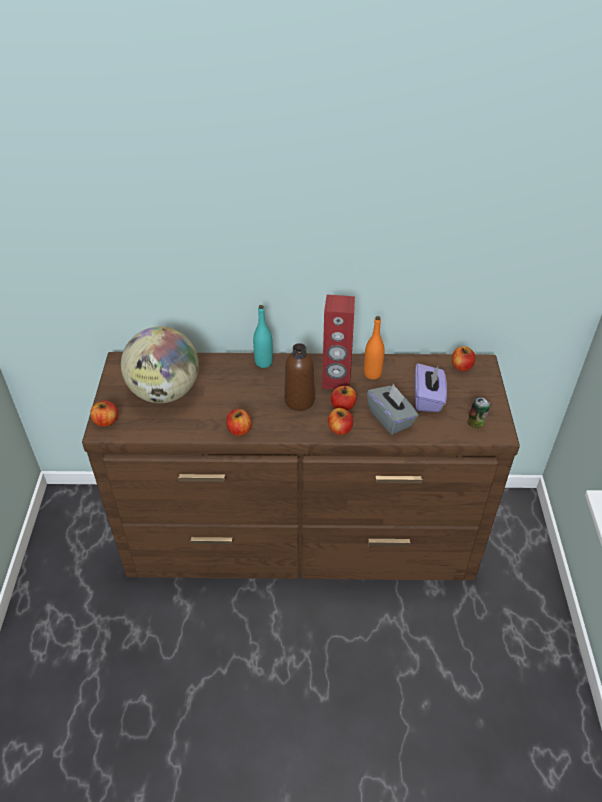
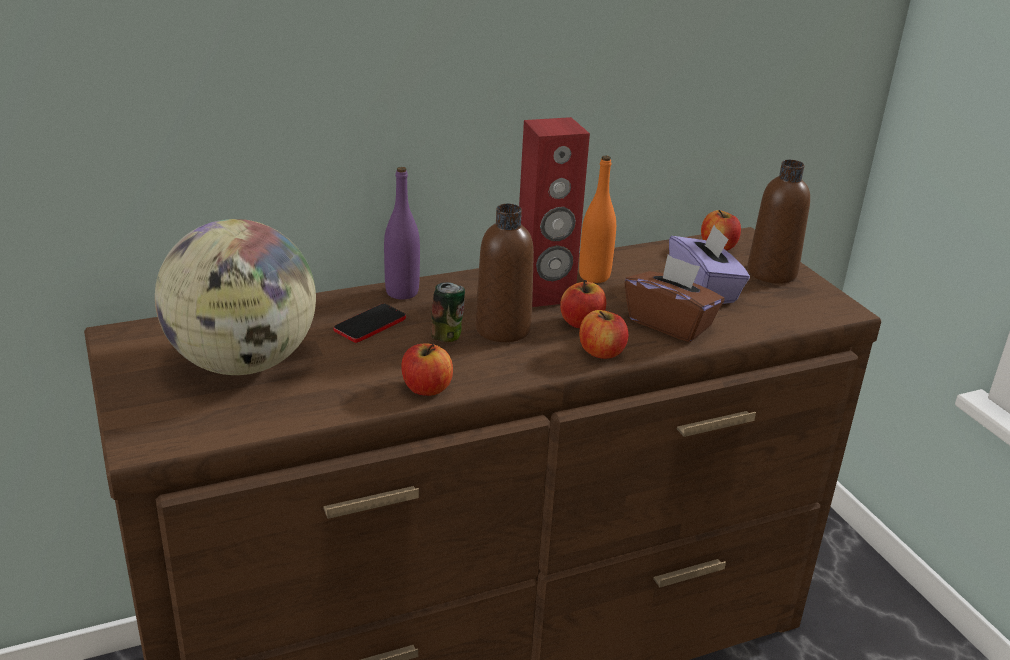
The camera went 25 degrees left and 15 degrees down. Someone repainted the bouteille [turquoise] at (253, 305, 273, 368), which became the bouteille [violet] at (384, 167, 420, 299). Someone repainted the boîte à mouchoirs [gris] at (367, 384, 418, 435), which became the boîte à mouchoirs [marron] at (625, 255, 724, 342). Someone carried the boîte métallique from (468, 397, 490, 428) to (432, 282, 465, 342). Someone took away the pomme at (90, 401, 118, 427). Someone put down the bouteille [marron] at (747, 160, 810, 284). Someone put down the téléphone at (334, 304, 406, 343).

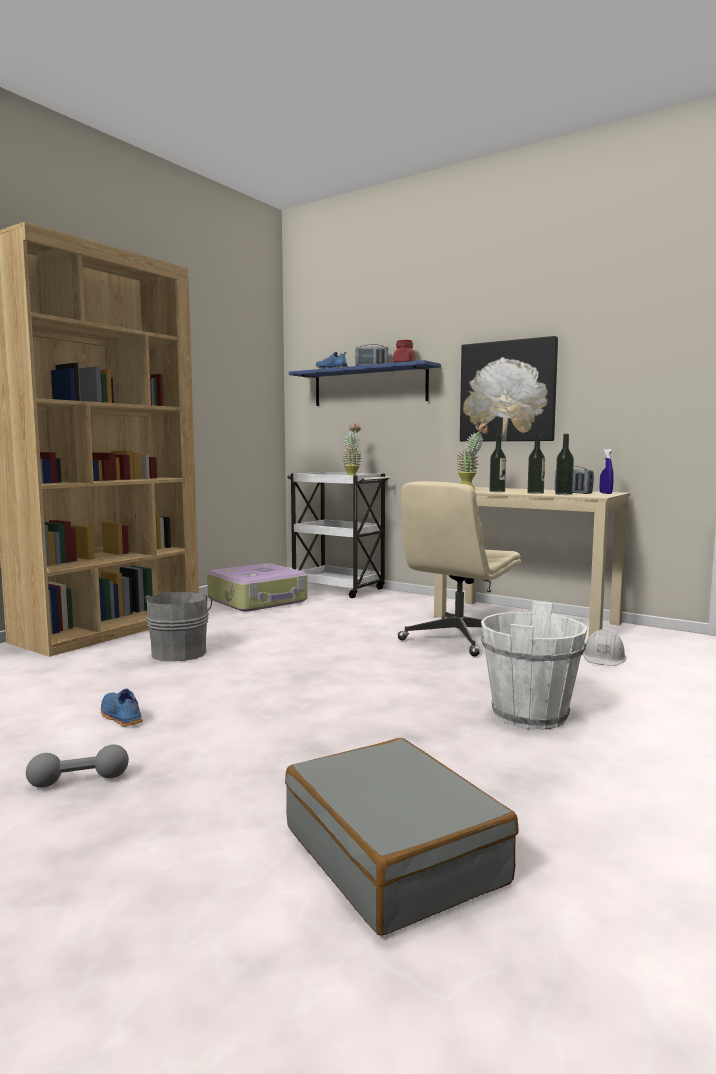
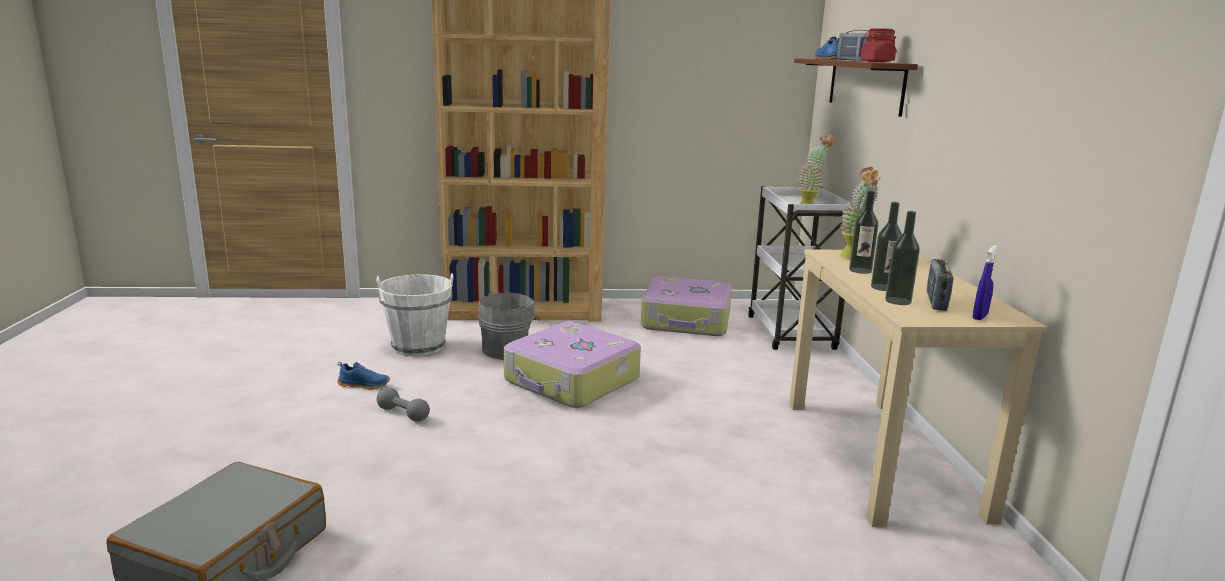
The camera went 50 degrees right and 10 degrees up. Someone took away the tableau at (460, 336, 558, 442). Someone repainted the étagère [bleu] at (289, 360, 441, 406), which became the étagère [marron] at (794, 58, 918, 117). Someone took away the chaise de bureau [beige] at (398, 481, 521, 657). Someone carried the seau [blanc] from (481, 601, 587, 730) to (376, 273, 454, 356). Someone took away the casque de chantier [blanc] at (583, 629, 626, 666). Someone rotated the chaussure [bleu] at (101, 689, 143, 727) by 90 degrees clockwise. Someone carried the haltère [gris] from (26, 745, 129, 788) to (377, 387, 430, 422). Someone put down the valise at (503, 321, 641, 408).

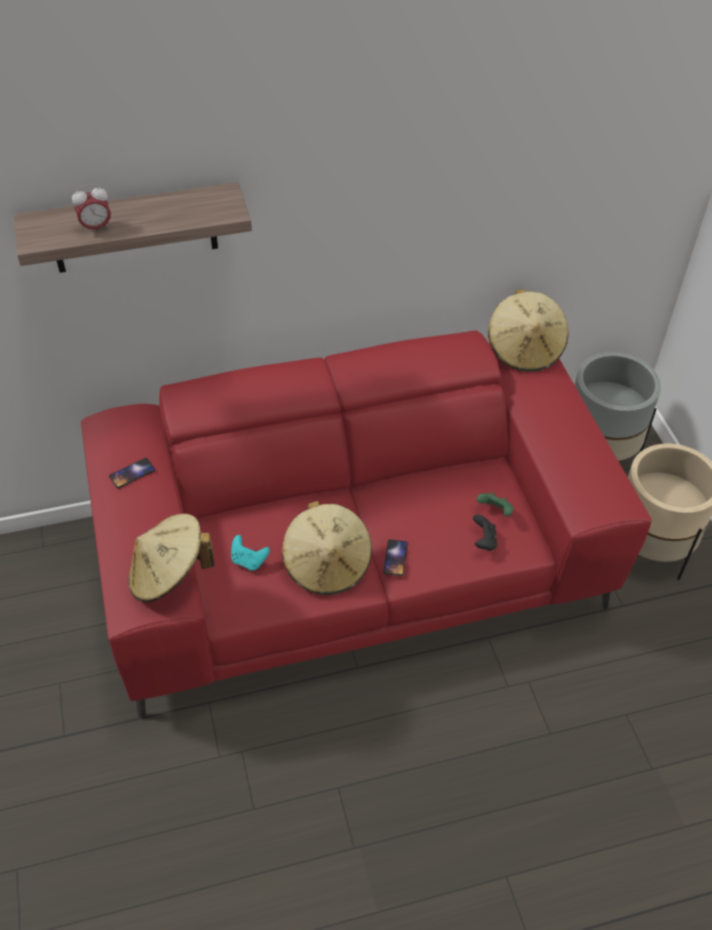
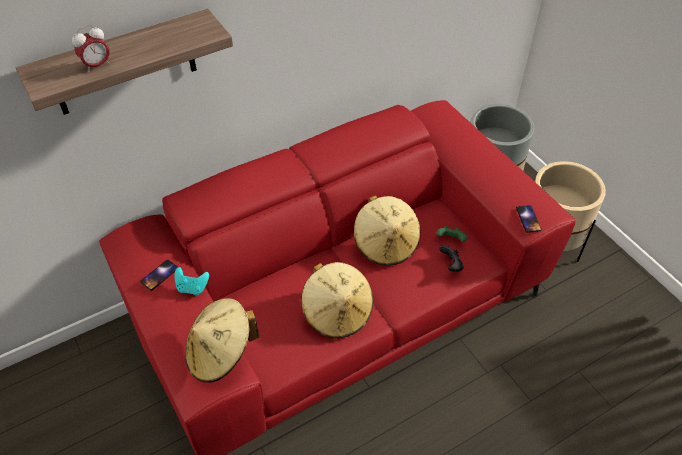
The camera went 15 degrees left and 0 degrees up. Someone carried the chapeau [beige] from (488, 289, 569, 372) to (354, 195, 421, 266). Someone carried the manette [turquoise] from (231, 535, 270, 570) to (175, 267, 209, 295). Someone carried the téléphone from (383, 539, 408, 576) to (516, 205, 542, 233).

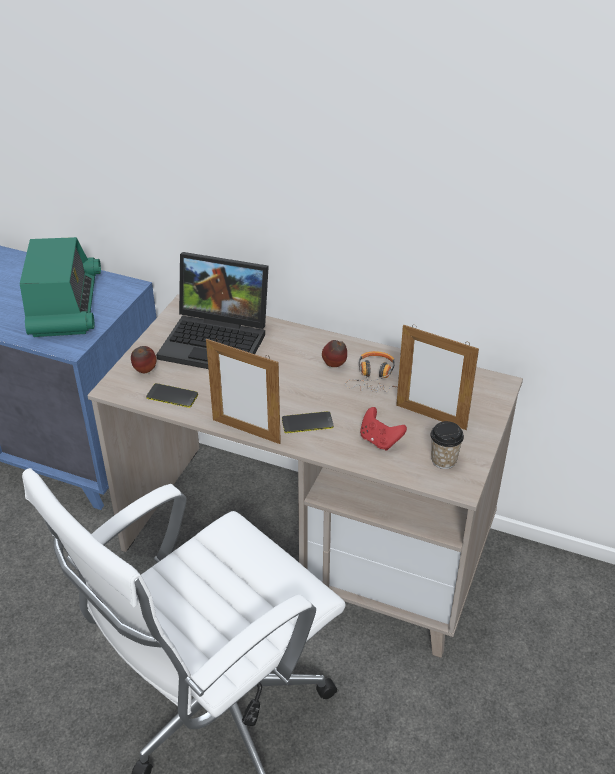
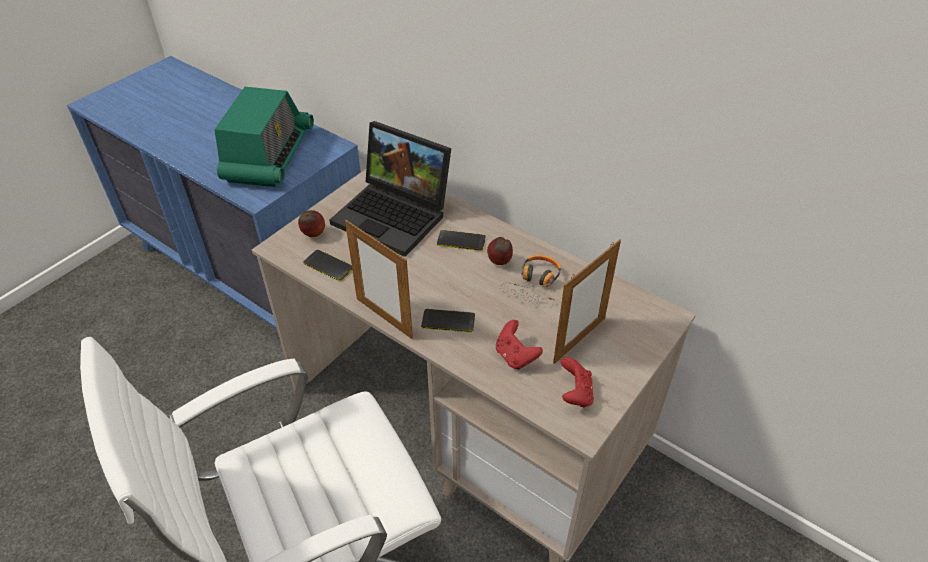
The camera went 15 degrees right and 5 degrees up. Someone rotated the cadre photo at (396, 324, 479, 430) by 90 degrees counterclockwise. Someone swapped the tasse at (431, 421, 464, 469) for the manette [rouge] at (561, 357, 594, 407). Someone put down the téléphone at (437, 230, 486, 251).

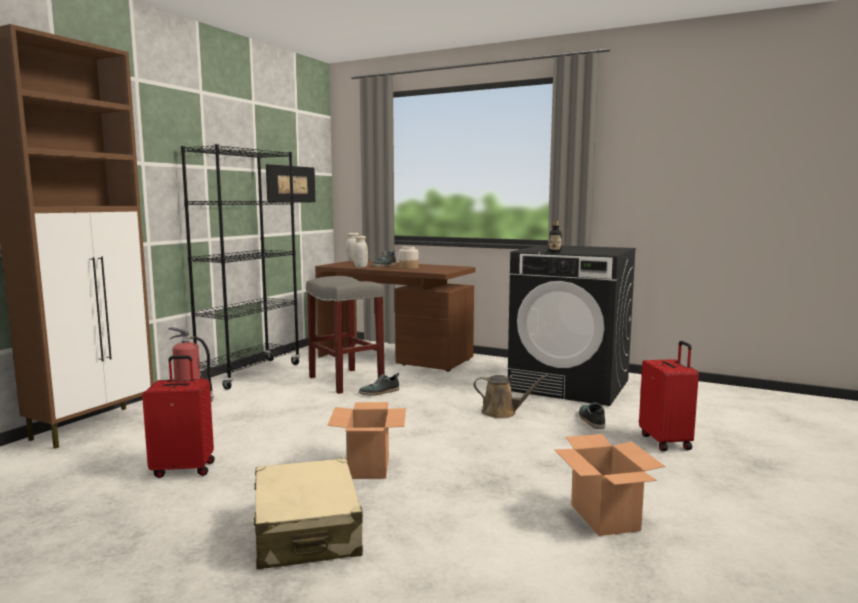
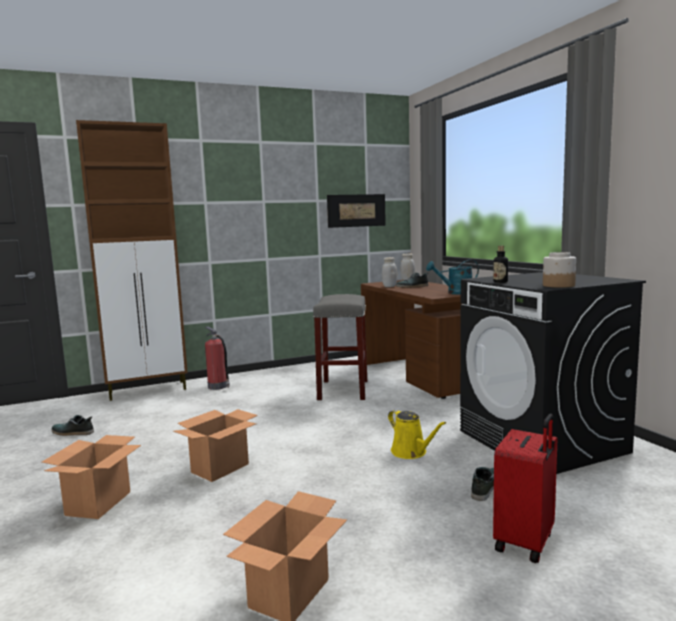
The camera went 40 degrees right and 0 degrees up. Someone took away the bibliothèque [noir] at (181, 144, 300, 390). Someone carried the bocal from (399, 246, 418, 269) to (543, 252, 576, 288). Someone took away the valise [rouge] at (142, 355, 215, 478). Someone carried the chaussure from (359, 373, 399, 395) to (51, 415, 94, 436). Someone repainted the arrosoir [marron] at (474, 375, 548, 418), which became the arrosoir [jaune] at (388, 409, 446, 459). Someone swapped the valise [beige] at (254, 458, 363, 569) for the carton at (42, 435, 141, 519). Someone put down the arrosoir [turquoise] at (426, 260, 479, 294).

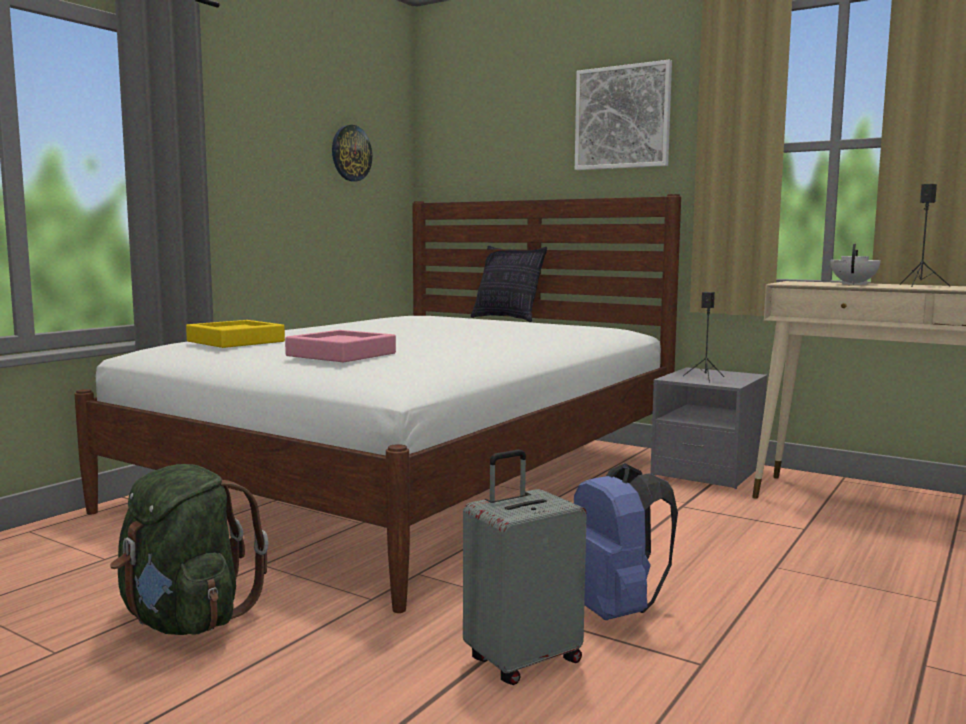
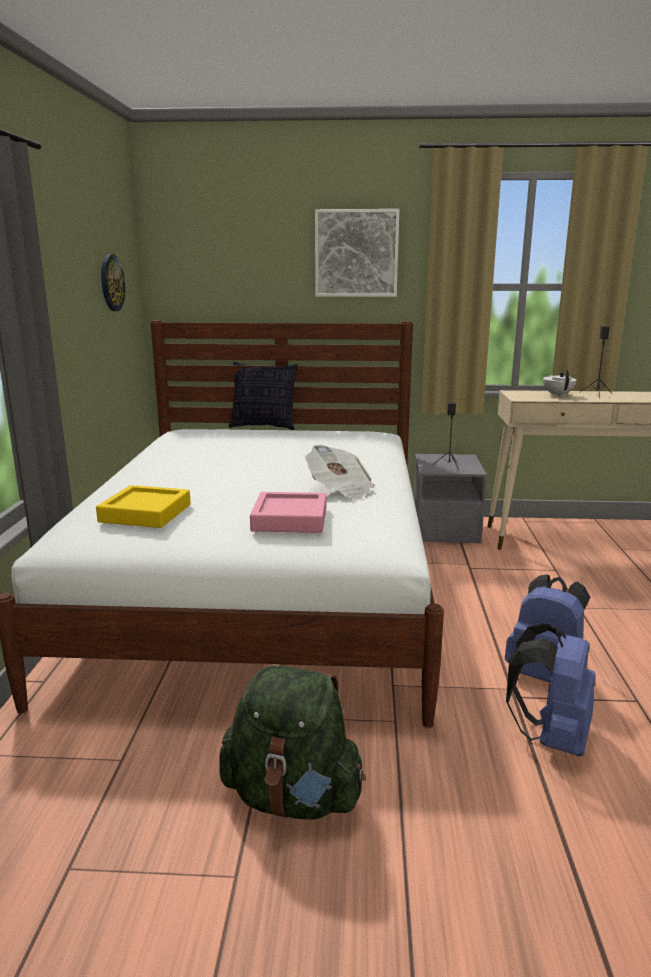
The camera went 30 degrees left and 10 degrees up. Someone swapped the valise [gris] at (463, 450, 587, 685) for the sac à dos [bleu] at (506, 623, 596, 756). Someone put down the journal at (305, 445, 375, 501).

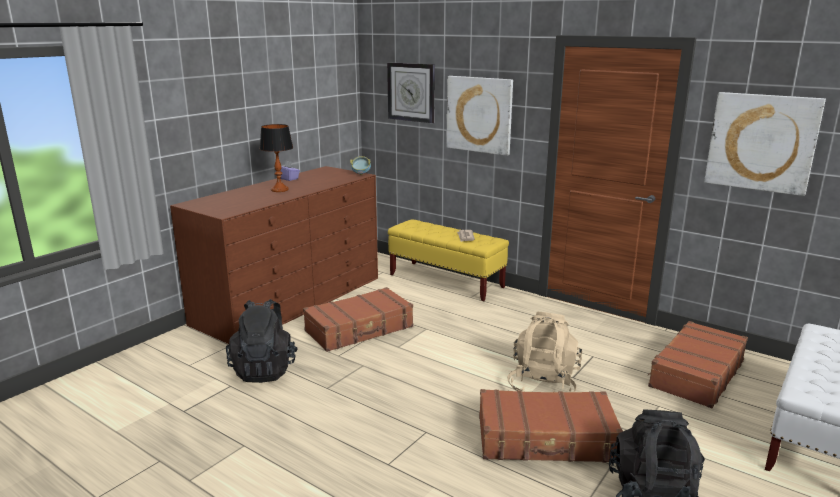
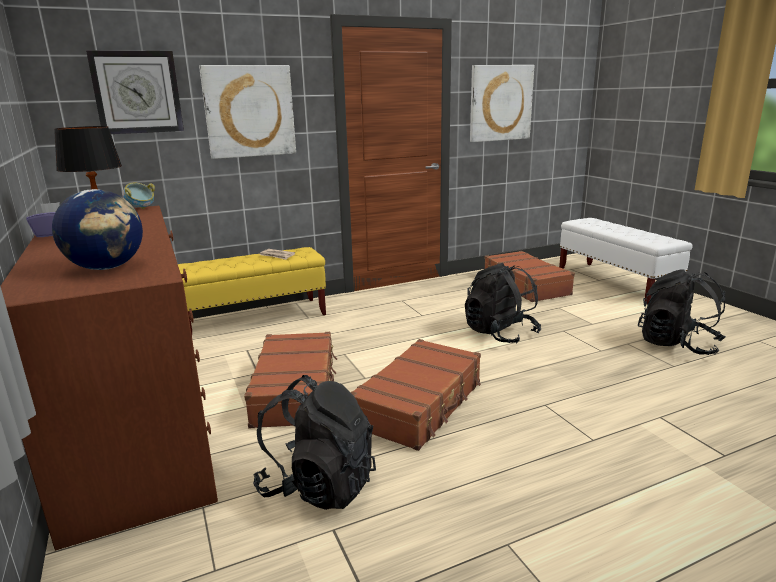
The camera went 60 degrees left and 0 degrees up. Someone repainted the sac à dos [beige] at (507, 312, 582, 392), which became the sac à dos [noir] at (465, 263, 541, 343). Someone carried the valise [marron] from (479, 389, 623, 462) to (350, 339, 481, 451). Someone put down the globe at (52, 189, 143, 270).

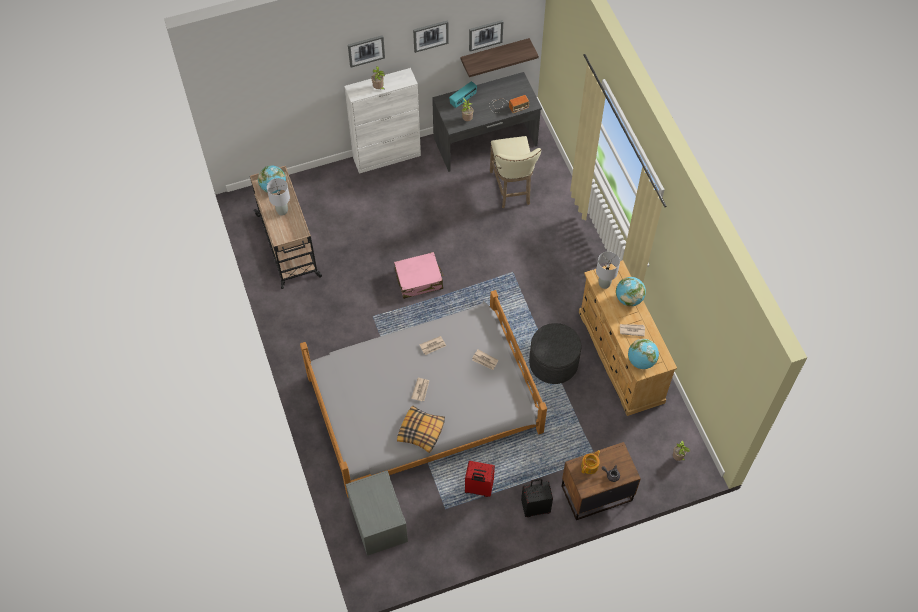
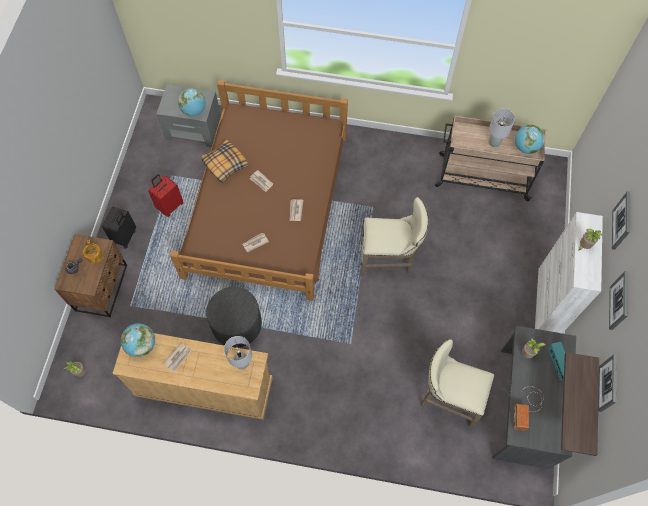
The camera went 120 degrees right and 5 degrees up. Someone swapped the valise [rose] at (394, 252, 443, 299) for the tabouret [beige] at (360, 197, 429, 276). Someone carried the globe from (616, 277, 646, 307) to (178, 89, 206, 116). Someone repainted the lit [gris] at (300, 290, 547, 498), which became the lit [marron] at (170, 80, 348, 301).

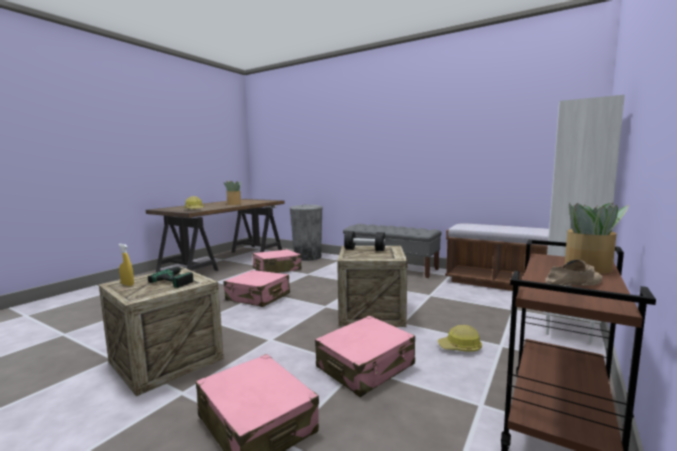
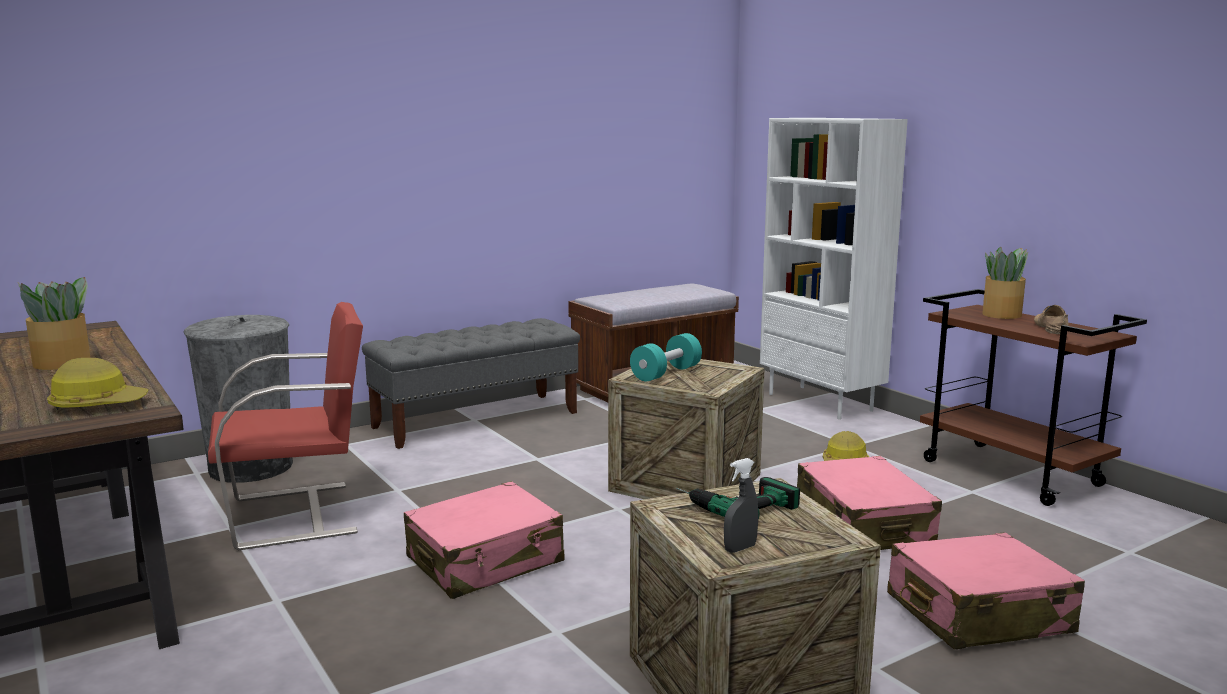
The camera went 65 degrees left and 5 degrees up. Someone repainted the haltère [noir] at (344, 231, 385, 251), which became the haltère [turquoise] at (630, 333, 702, 381). Someone repainted the vaporisateur [jaune] at (118, 244, 134, 286), which became the vaporisateur [gris] at (724, 458, 758, 553). Someone swapped the valise [rose] at (252, 249, 302, 273) for the chaise [rouge] at (208, 302, 363, 550).

